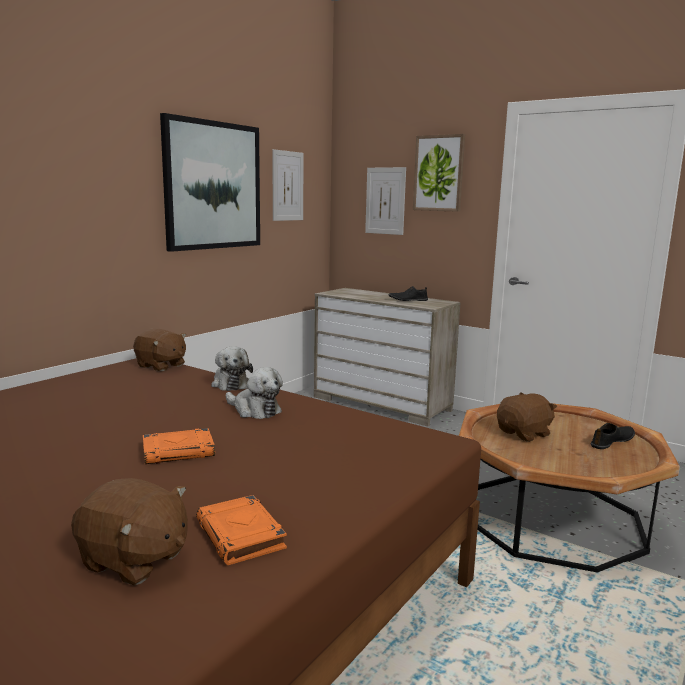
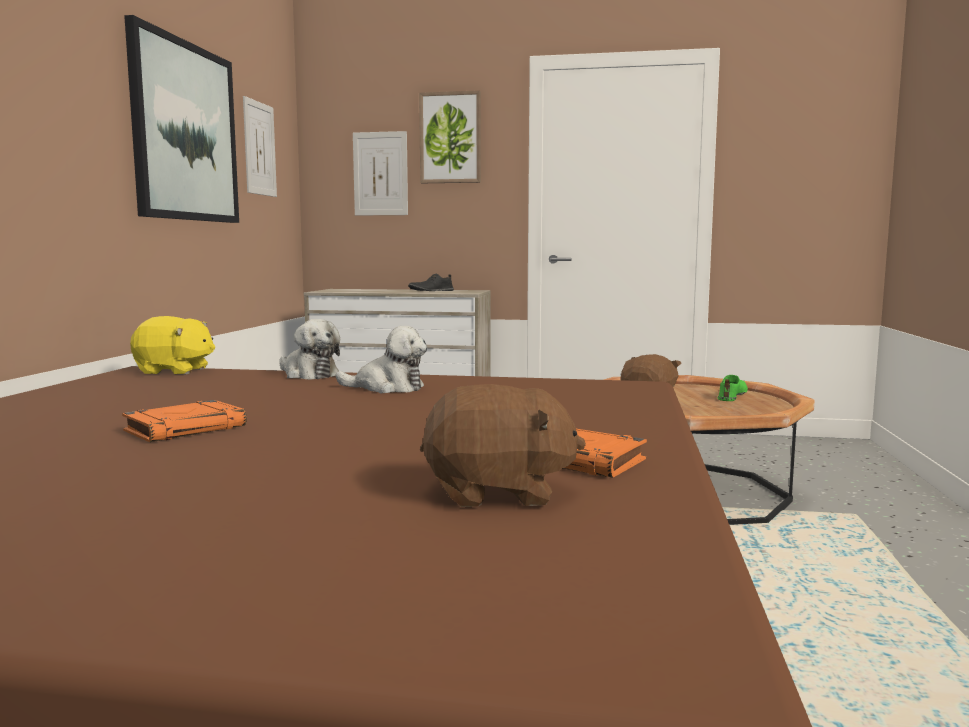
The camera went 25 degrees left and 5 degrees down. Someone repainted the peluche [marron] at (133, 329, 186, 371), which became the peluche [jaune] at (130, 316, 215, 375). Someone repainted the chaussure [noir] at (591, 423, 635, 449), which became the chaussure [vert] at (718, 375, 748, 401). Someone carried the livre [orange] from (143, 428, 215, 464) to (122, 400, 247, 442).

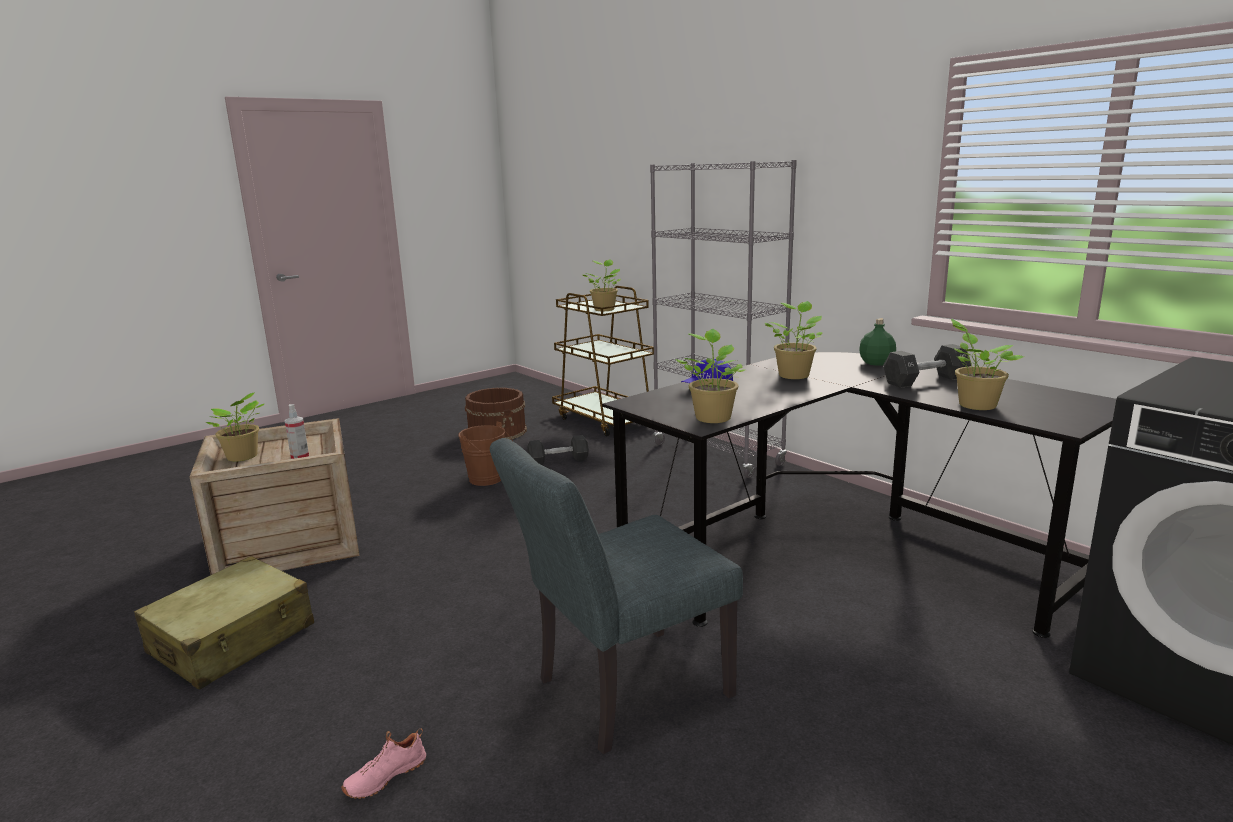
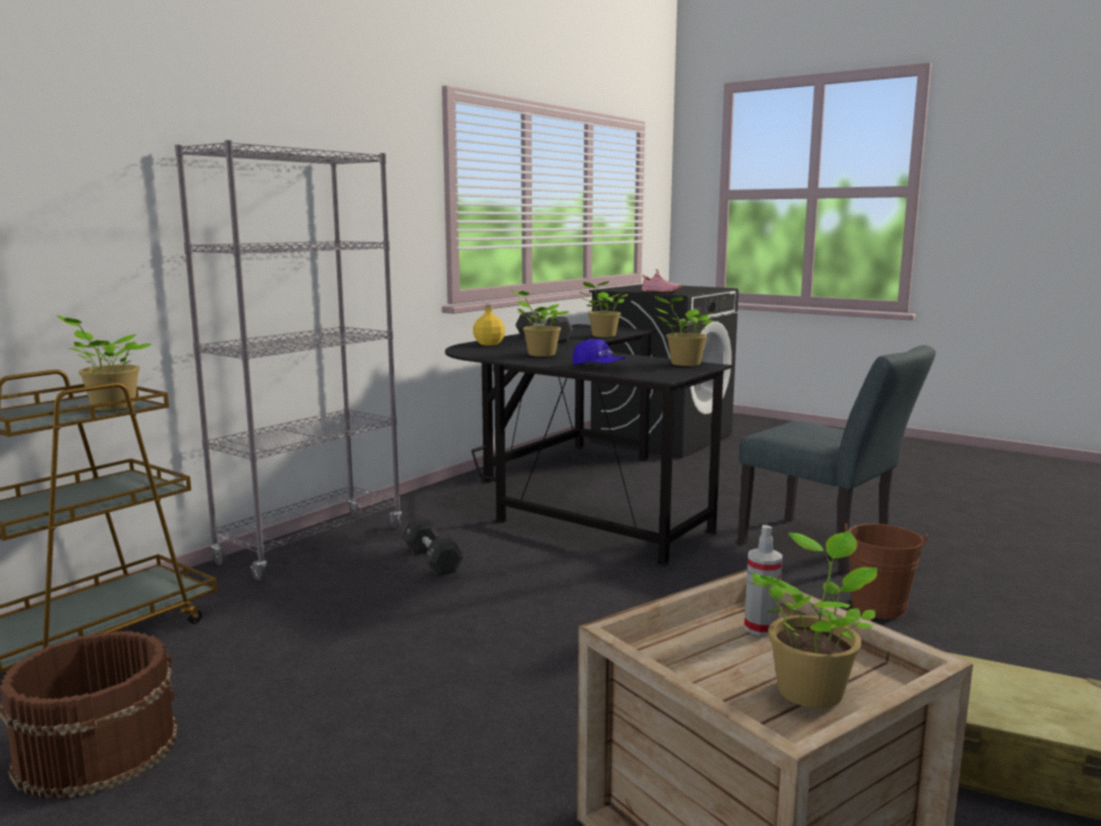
The camera went 105 degrees left and 5 degrees down. Someone repainted the bouteille [vert] at (859, 318, 896, 366), which became the bouteille [jaune] at (473, 304, 505, 345). Someone carried the seau [marron] from (458, 422, 513, 486) to (844, 523, 927, 619). Someone carried the haltère [noir] from (528, 435, 589, 465) to (402, 518, 464, 576). Someone carried the chaussure [rose] from (341, 729, 426, 799) to (641, 269, 681, 293).

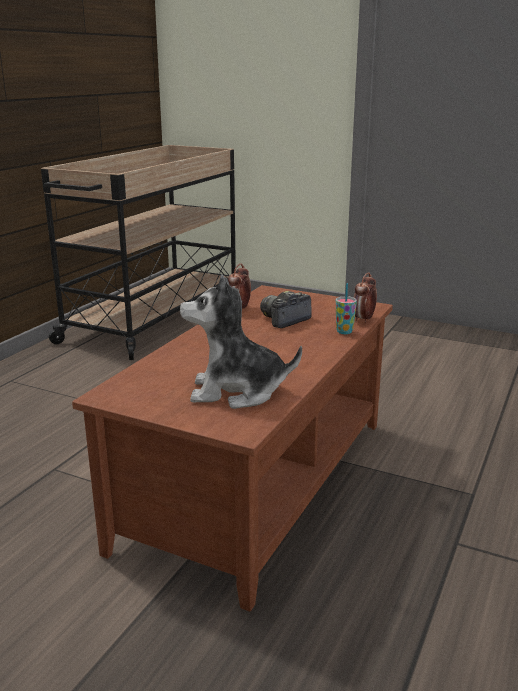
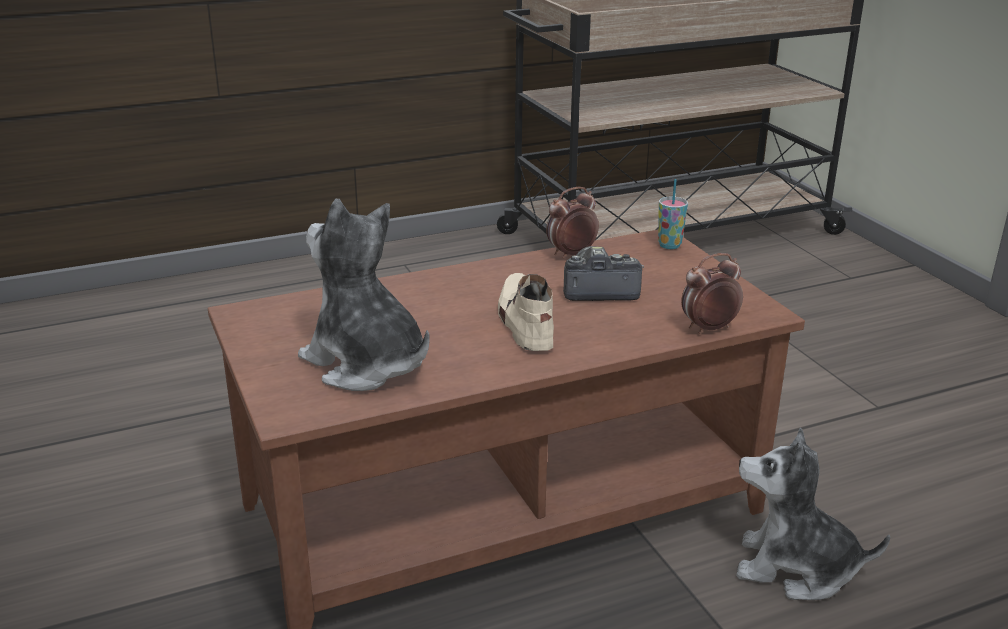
The camera went 40 degrees right and 5 degrees up. Someone carried the tasse from (336, 283, 357, 334) to (658, 179, 688, 249). Someone put down the chaussure [beige] at (498, 273, 554, 351). Someone put down the peluche at (736, 428, 890, 600).

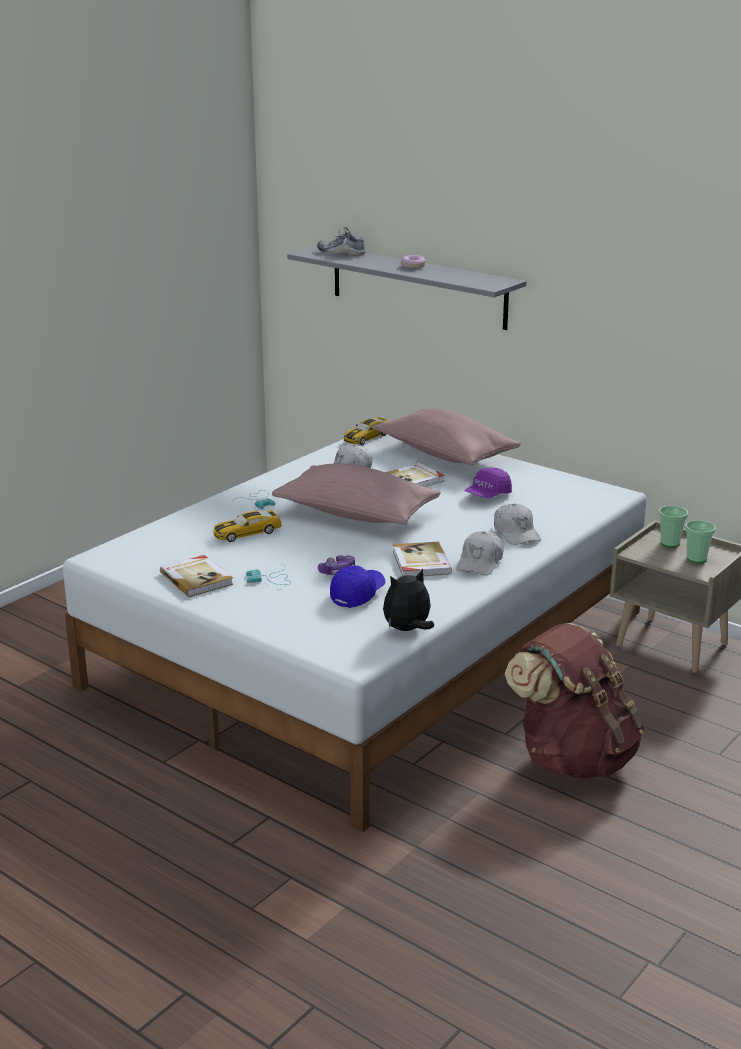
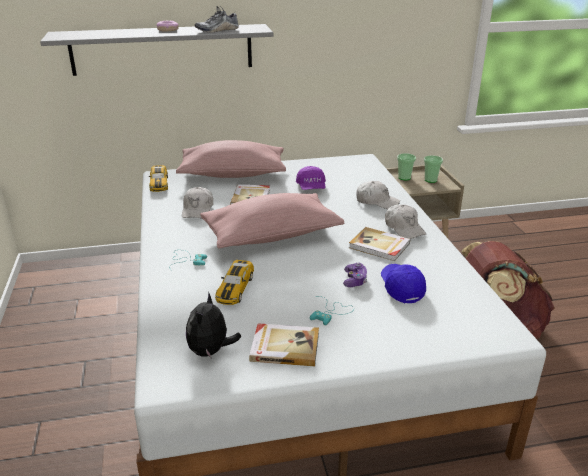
The camera went 50 degrees left and 5 degrees up. Someone carried the chaussure from (317, 227, 365, 255) to (195, 6, 239, 33). Someone carried the peluche from (383, 569, 434, 631) to (186, 292, 242, 358).

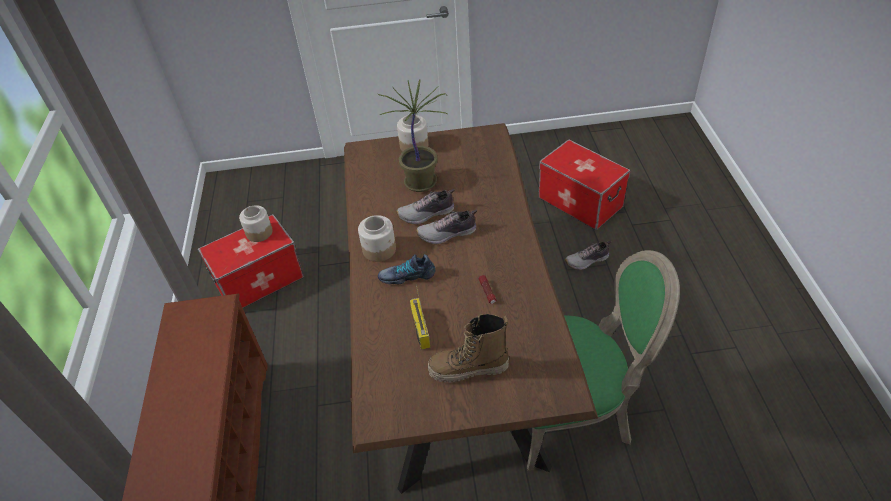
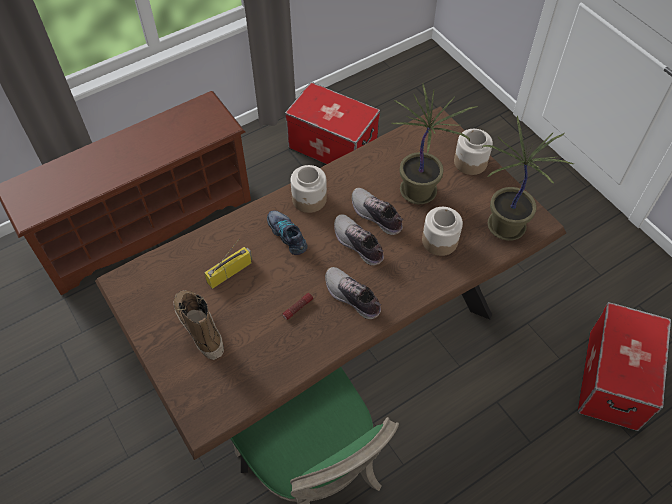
The camera went 60 degrees right and 10 degrees up. Someone carried the bocal from (239, 206, 273, 242) to (422, 207, 463, 256). Someone carried the chaussure from (565, 240, 612, 270) to (325, 267, 381, 319). Someone put down the plante en pot at (482, 116, 574, 241).

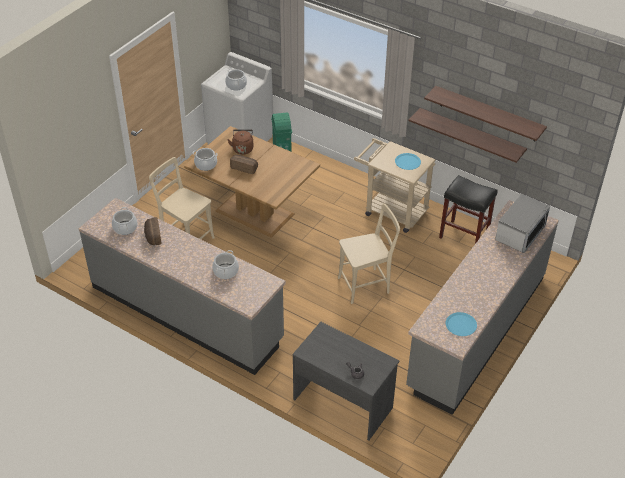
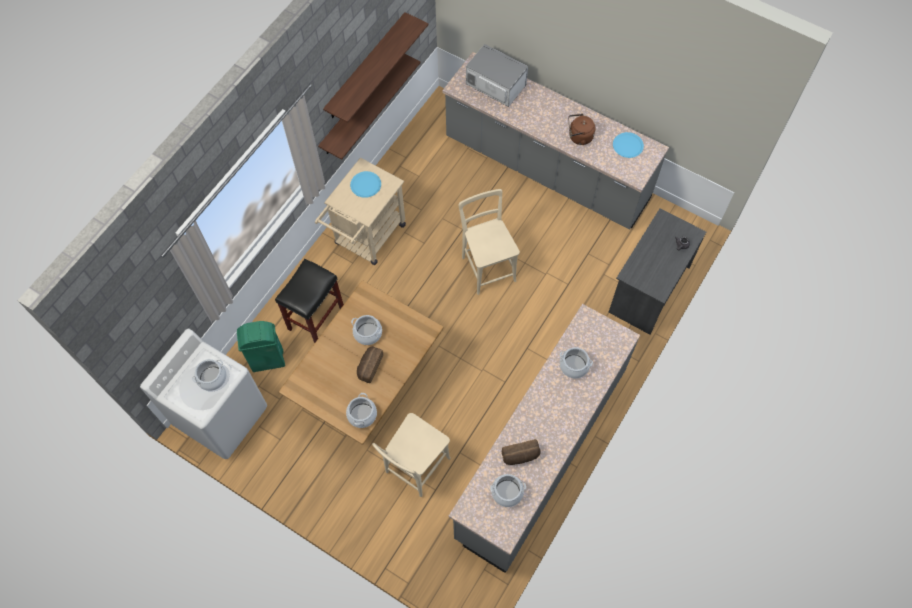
The camera went 90 degrees left and 20 degrees up. Someone carried the bouilloire [marron] from (227, 129, 253, 155) to (568, 114, 596, 145). Someone carried the tabouret [noir] from (439, 175, 498, 244) to (275, 259, 344, 343). Someone put down the marmite at (351, 315, 382, 345).

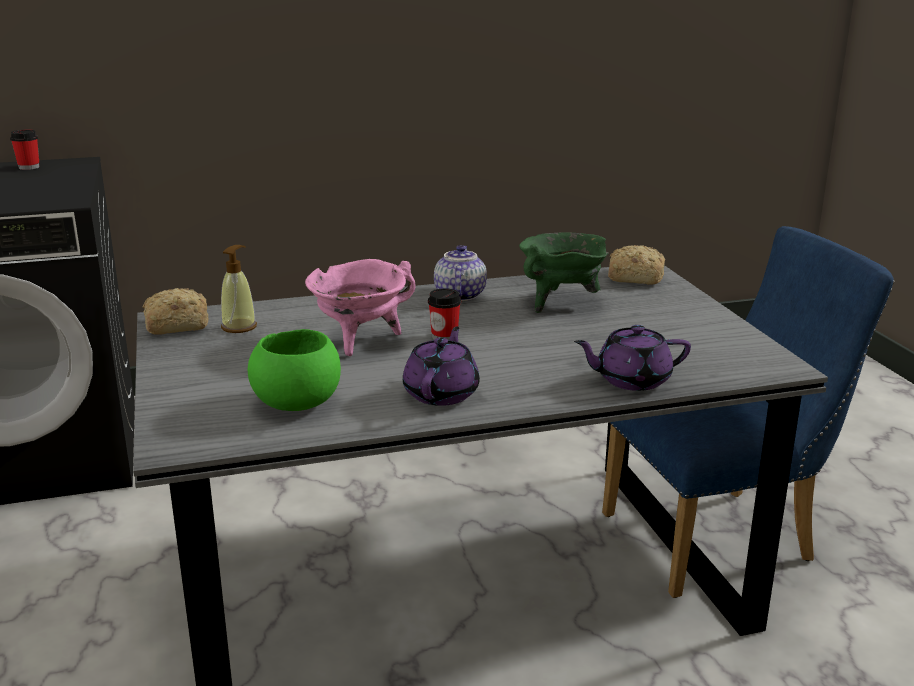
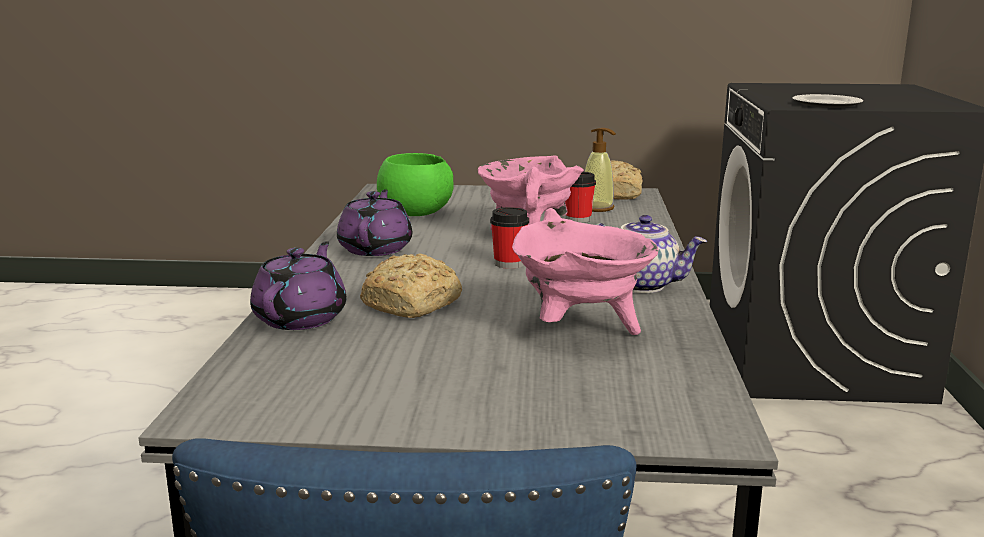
The camera went 110 degrees right and 5 degrees down. Someone carried the tasse from (10, 130, 40, 170) to (565, 172, 596, 223). Someone repainted the marmite [vert] at (519, 232, 608, 313), which became the marmite [rose] at (512, 208, 659, 335). Someone carried the pain from (608, 245, 665, 285) to (360, 254, 463, 318). Someone rotated the théière [violet] at (403, 327, 480, 406) by 120 degrees counterclockwise. Someone put down the assiette at (792, 94, 863, 108).

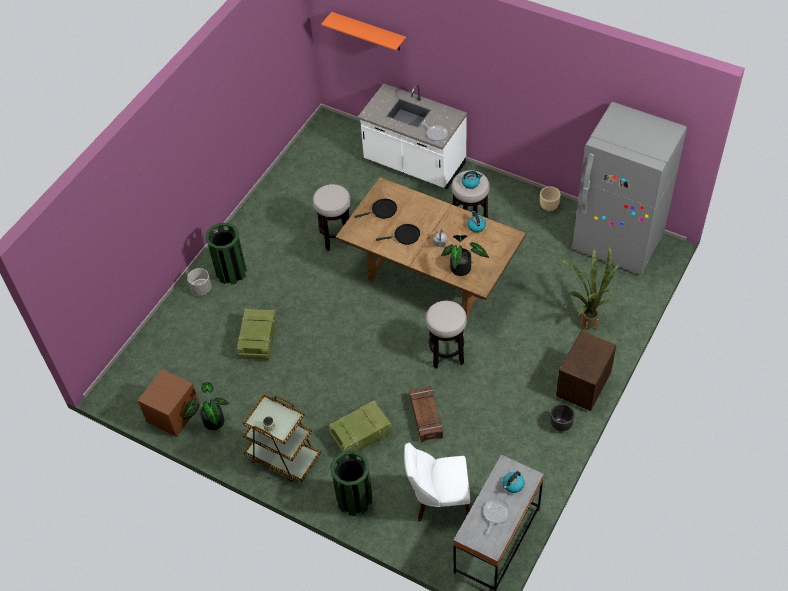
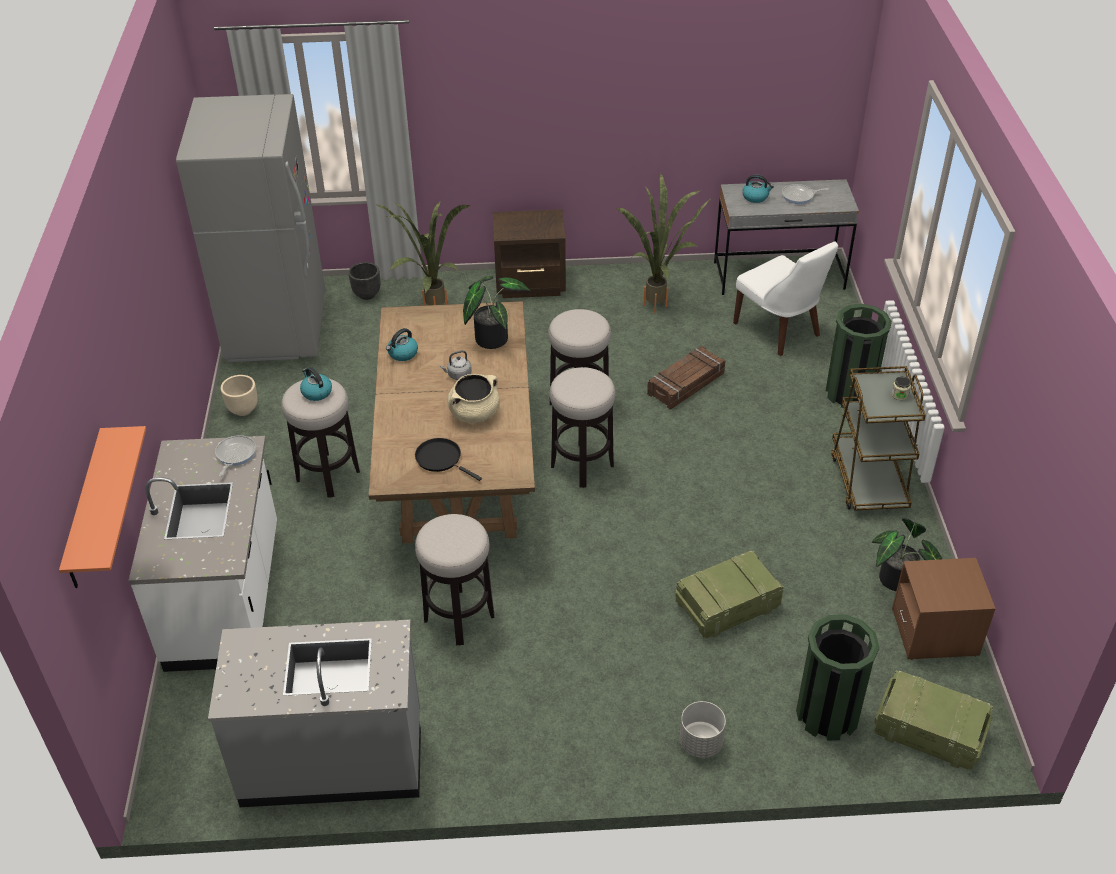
The camera went 125 degrees left and 10 degrees down. Someone carried the poubelle [vert] from (205, 223, 247, 285) to (796, 614, 879, 741). Someone swapped the poêle [noir] at (376, 224, 420, 245) for the marmite [beige] at (447, 374, 500, 423). Someone carried the caisse from (329, 401, 392, 457) to (874, 670, 993, 770). Someone carried the cache-pot [noir] from (550, 404, 575, 431) to (348, 262, 380, 300). Someone put down the plante en pot at (617, 173, 711, 313). Someone put down the tabouret at (550, 367, 616, 488). Someone put down the comptoir de cuisine [gris] at (208, 620, 421, 807).

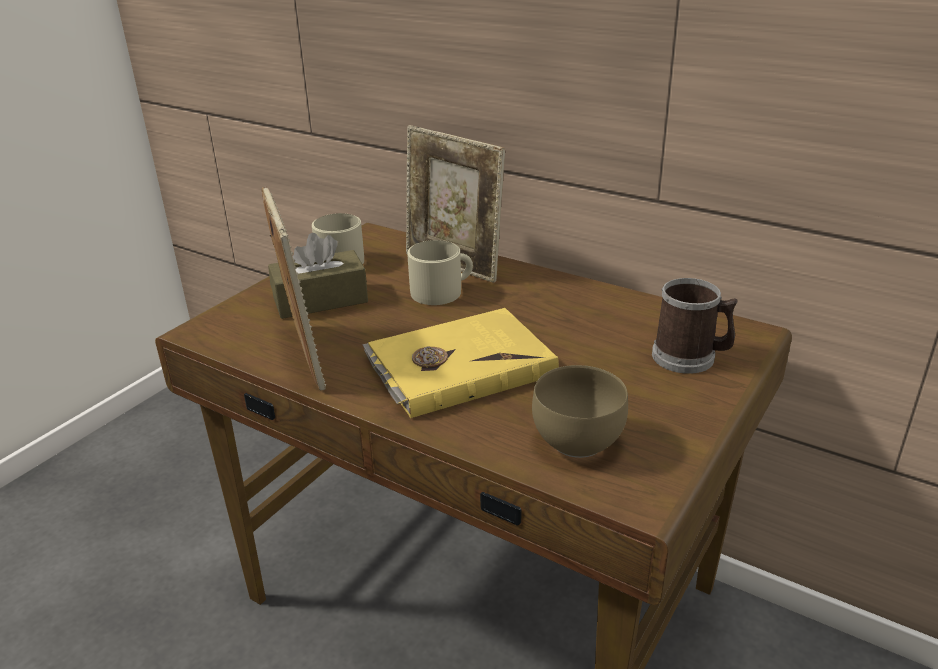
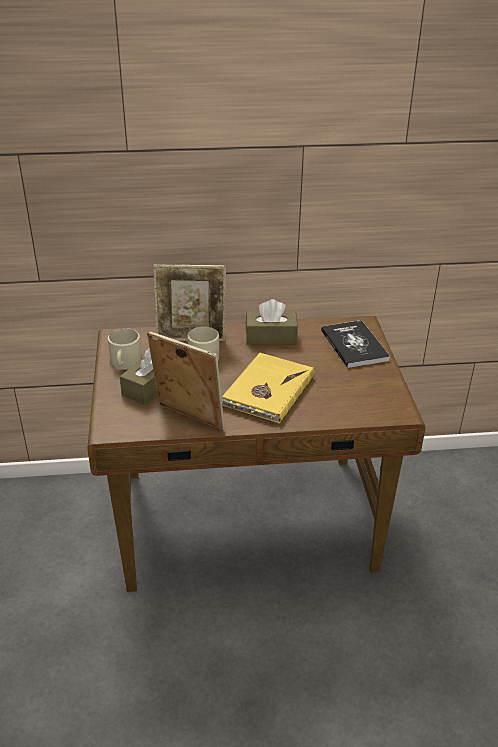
The camera went 40 degrees left and 5 degrees up. Someone swapped the mug at (652, 278, 738, 374) for the livre at (321, 320, 390, 368). Someone took away the bol [marron] at (532, 365, 628, 458). Someone put down the boîte à mouchoirs [marron] at (246, 299, 298, 345).

